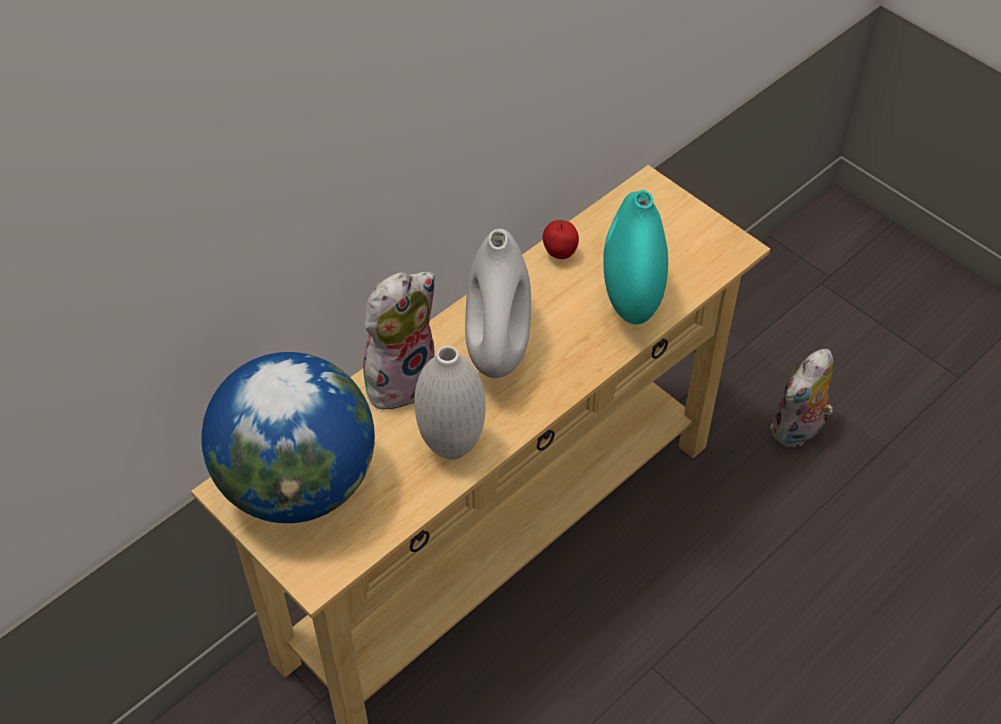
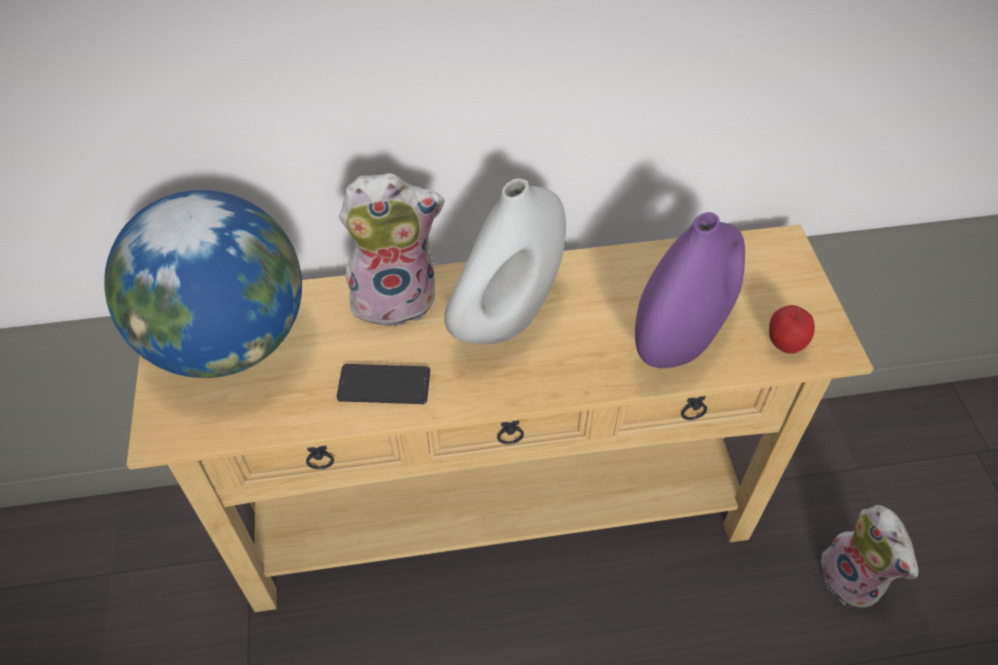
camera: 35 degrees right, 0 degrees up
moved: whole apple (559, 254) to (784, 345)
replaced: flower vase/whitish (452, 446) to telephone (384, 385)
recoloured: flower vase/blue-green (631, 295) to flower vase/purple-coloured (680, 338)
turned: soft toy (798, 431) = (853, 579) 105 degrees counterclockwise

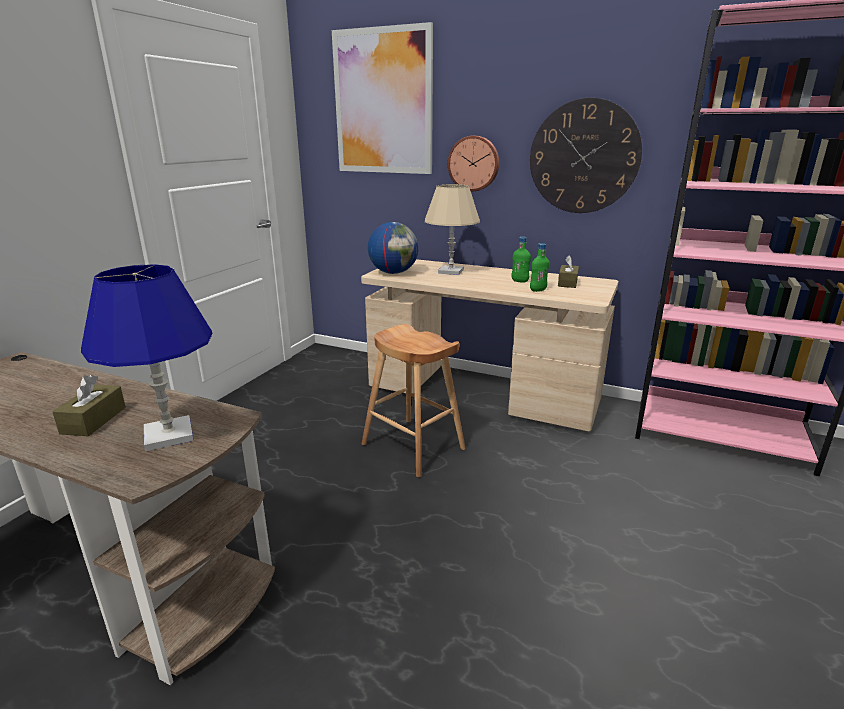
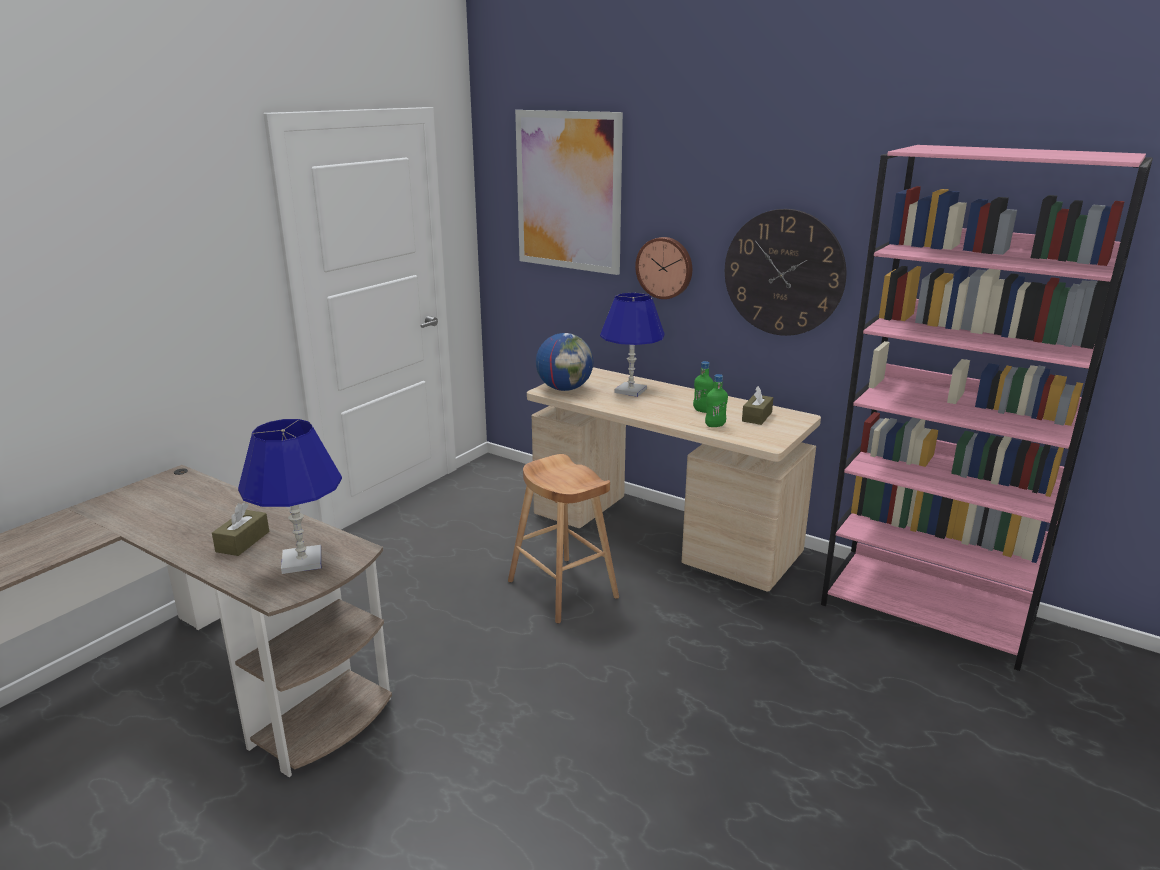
camera: 10 degrees right, 0 degrees up
recoloured: tabletop lamp/sand-coloured (450, 271) to tabletop lamp/blue (630, 391)

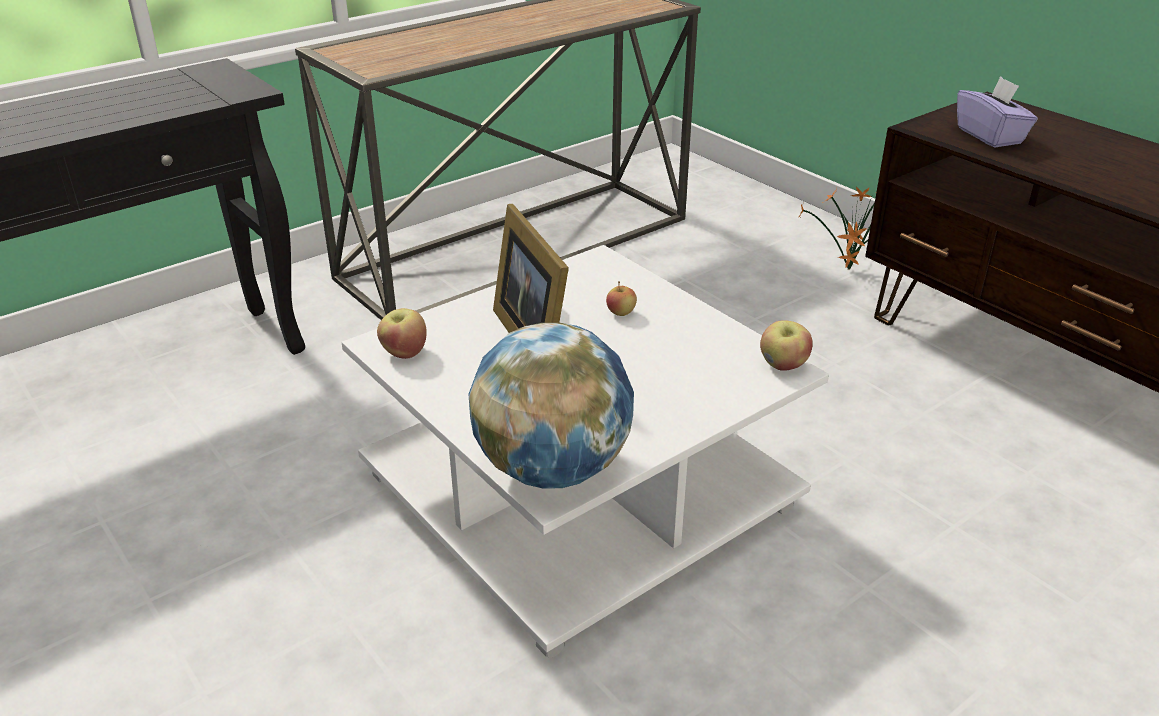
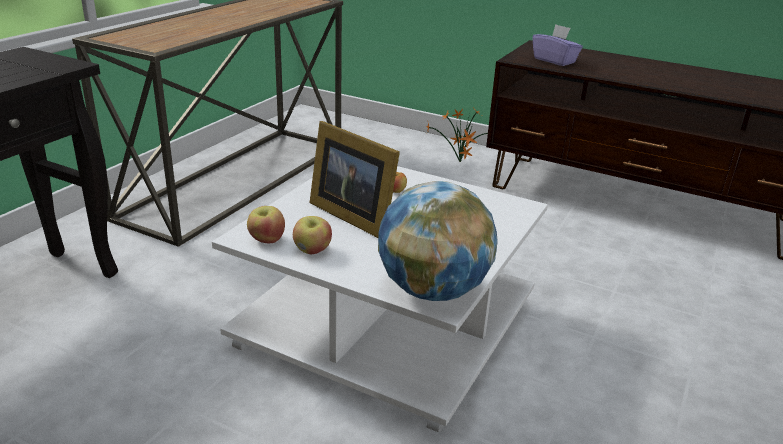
camera: 25 degrees left, 5 degrees down
moved: whole apple (783, 365) to (312, 250)

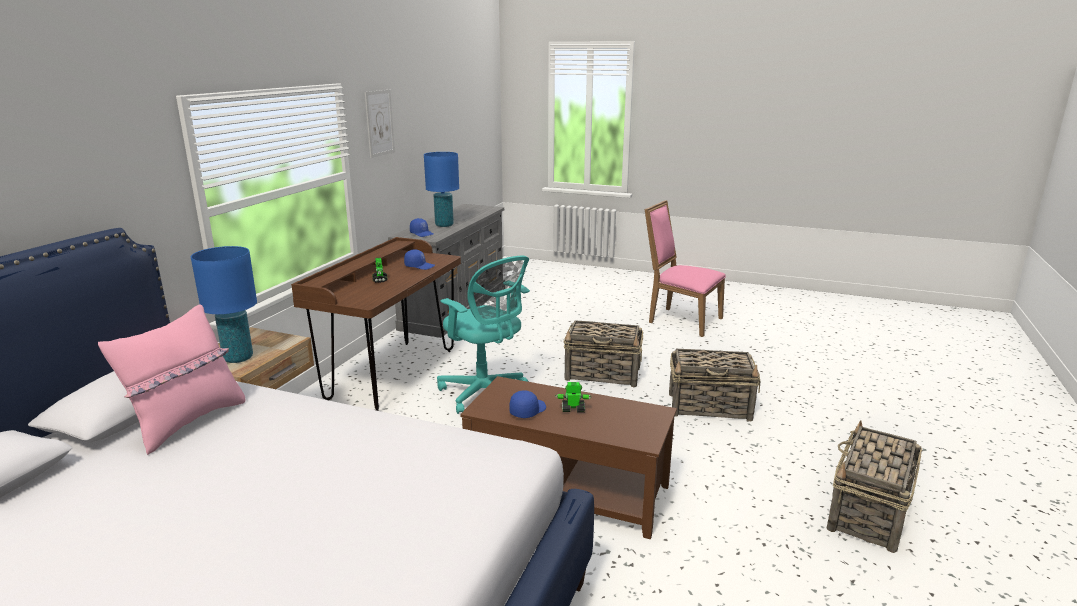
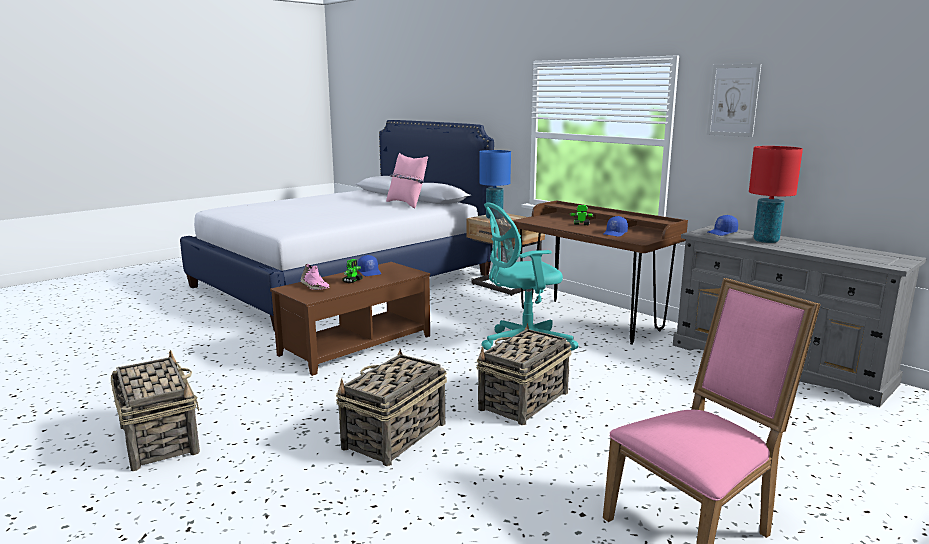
camera: 115 degrees right, 5 degrees down
added: item of footwear/pinkish (314, 287)
recoloured: tabletop lamp/blue (444, 225) to tabletop lamp/reddish (766, 241)

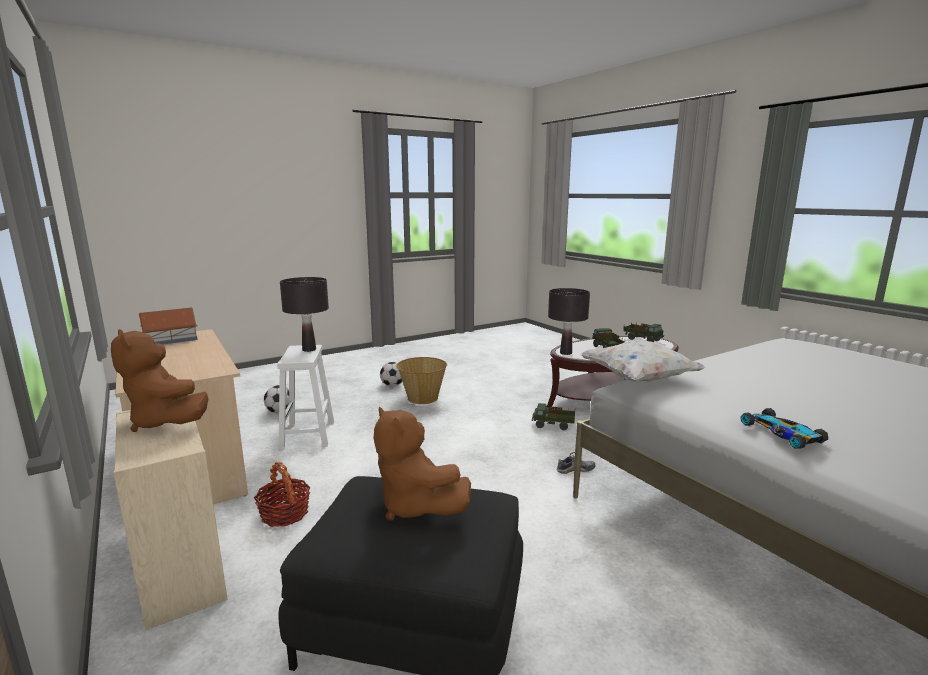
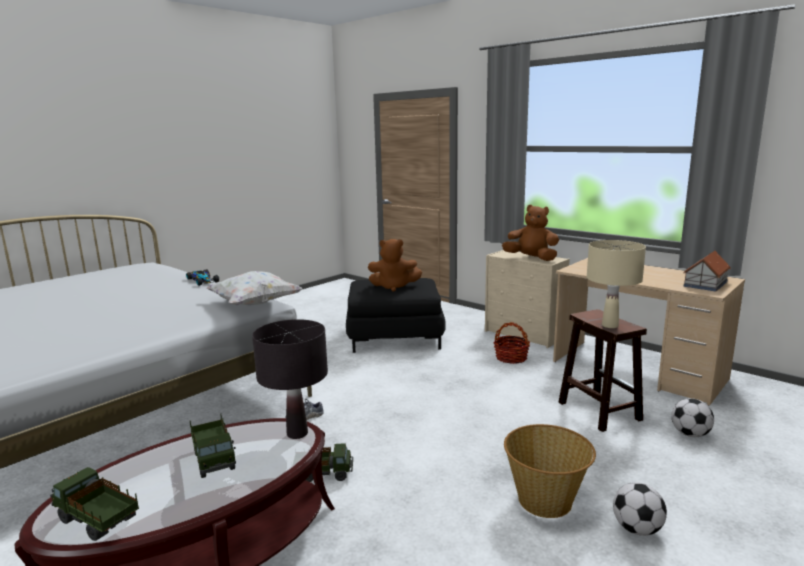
camera: 165 degrees right, 0 degrees up
recoloured: tabletop lamp/black-coloured (309, 349) to tabletop lamp/sand-coloured (609, 325); stool/whitish (308, 435) to stool/brownish (598, 410)
turned: soft toy/brownish (415, 506) = (394, 287) 150 degrees clockwise

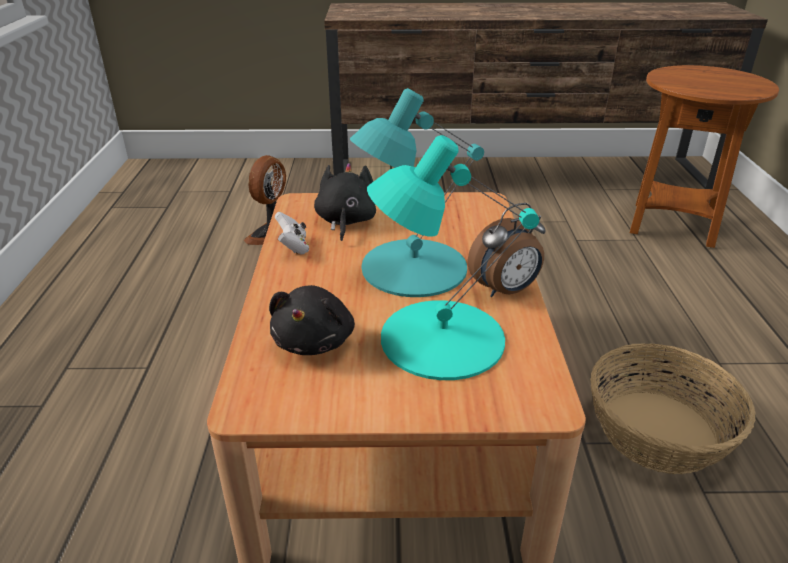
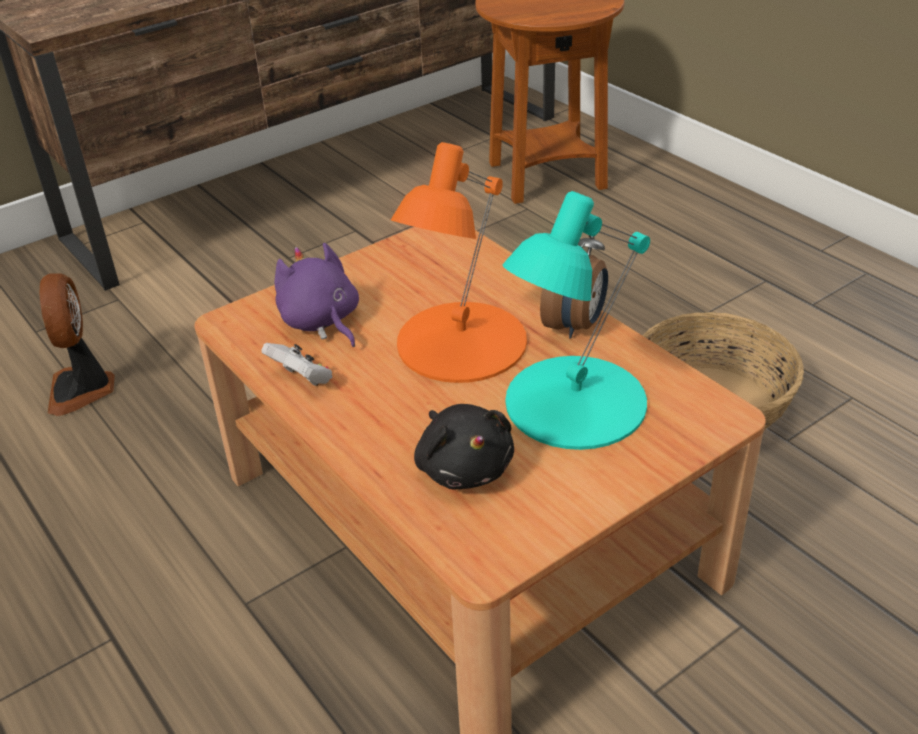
camera: 35 degrees left, 5 degrees up
recoloured: tabletop lamp/blue-green (412, 267) to tabletop lamp/orange (459, 343); soft toy/black-coloured (345, 221) to soft toy/purple-coloured (321, 322)

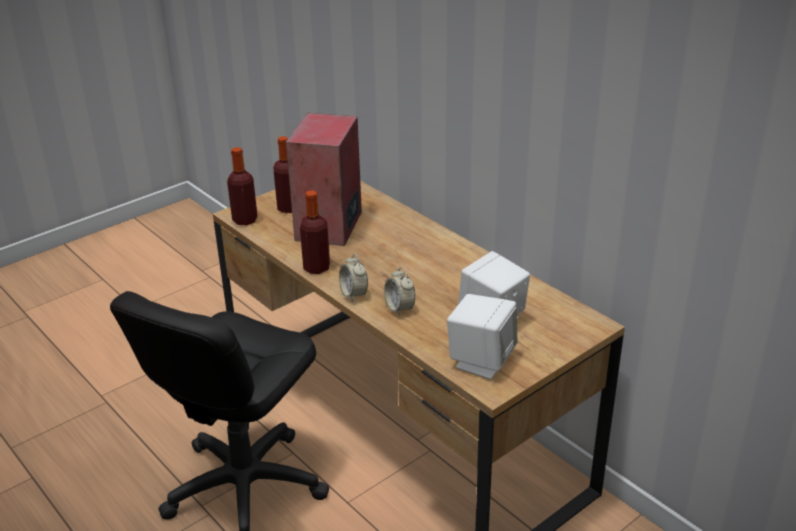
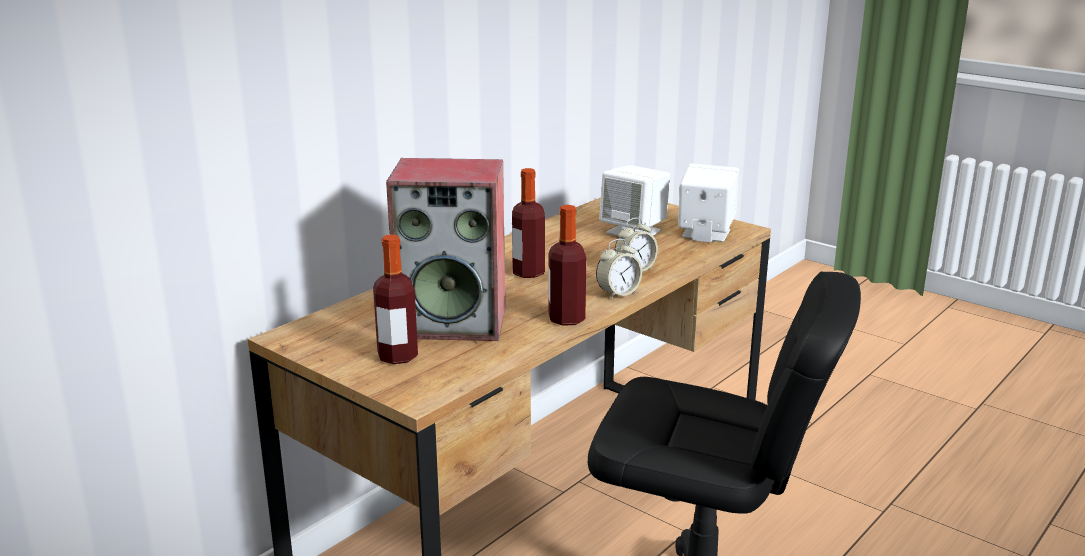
camera: 100 degrees left, 10 degrees down
moved: drink bottle (245, 220) to (528, 272)

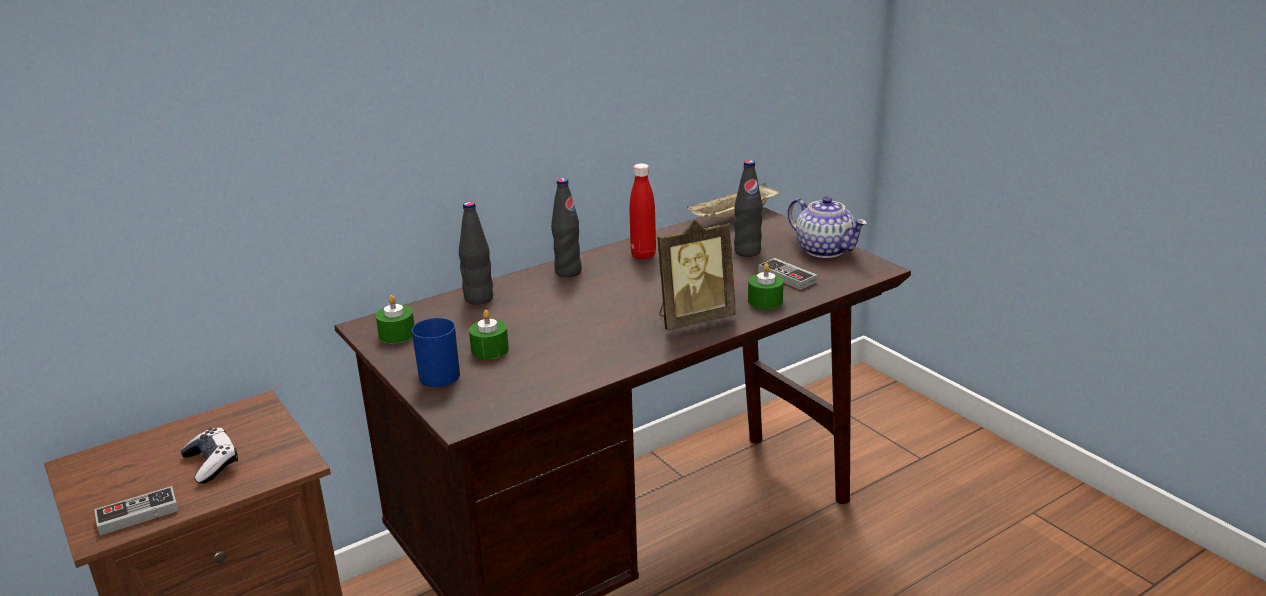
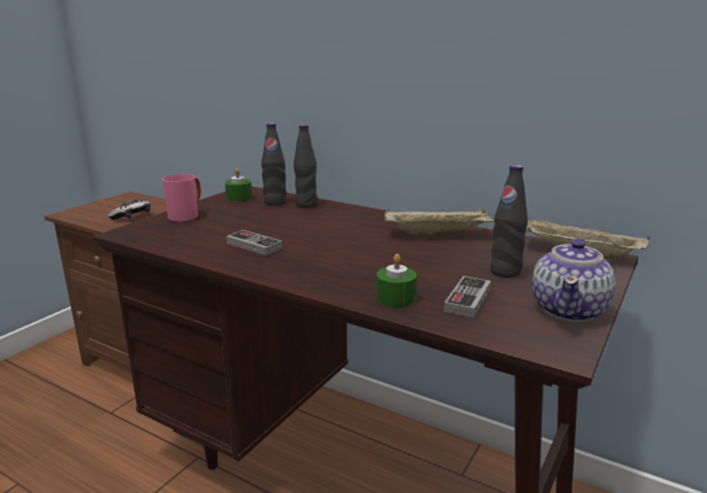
camera: 65 degrees right, 5 degrees down
removed: photo frame (693, 319); candle/green (490, 350)
moved: drink bottle/black-coloured (568, 272) to (275, 202); joypad (138, 514) to (254, 246)
replaced: drink bottle/reddish (643, 255) to carrying tray/sand-coloured (438, 235)
recoloured: mug/blue (435, 374) to mug/pinkish (187, 215)

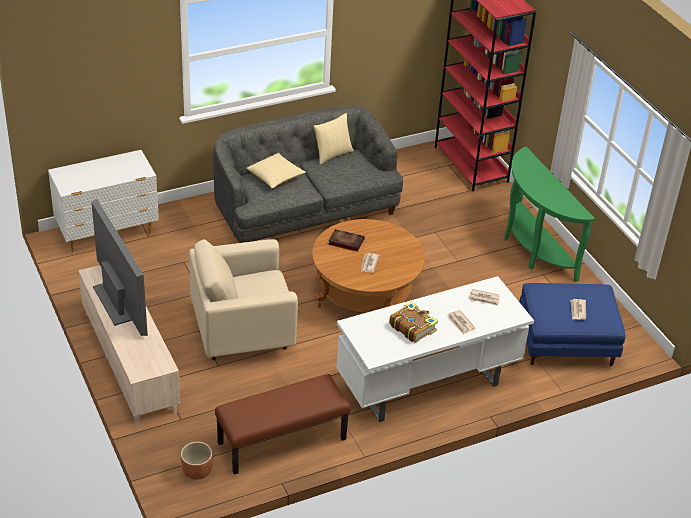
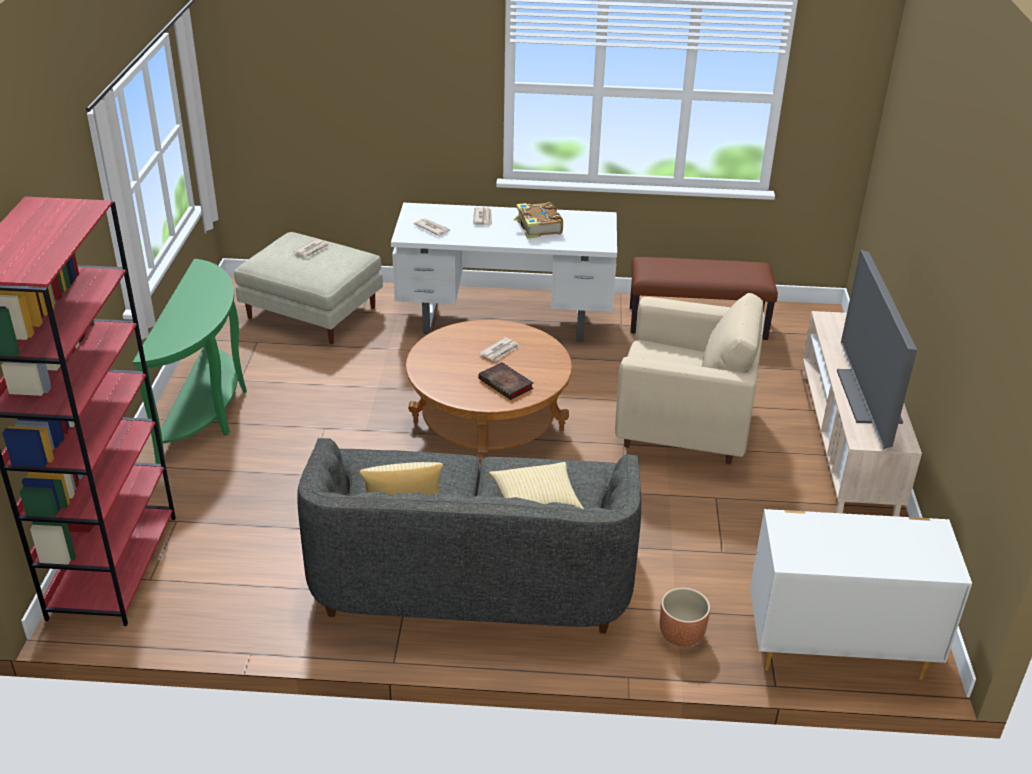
camera: 150 degrees left, 5 degrees down
moved: flower pot/brownish (197, 471) to (681, 635)
recoloured: ottoman/blue (565, 343) to ottoman/sand-coloured (314, 313)

